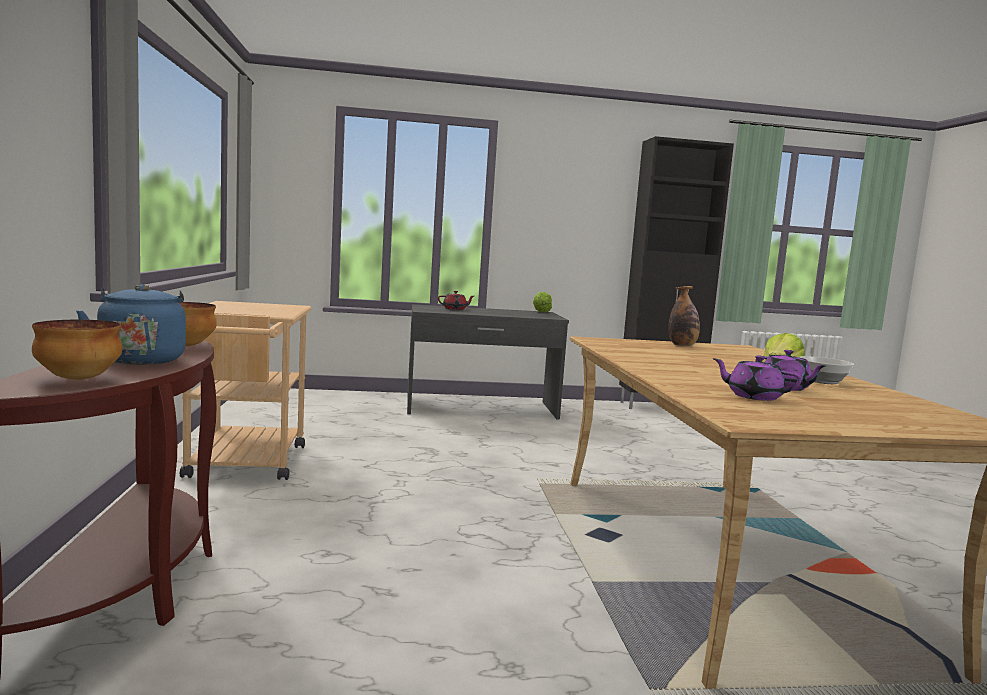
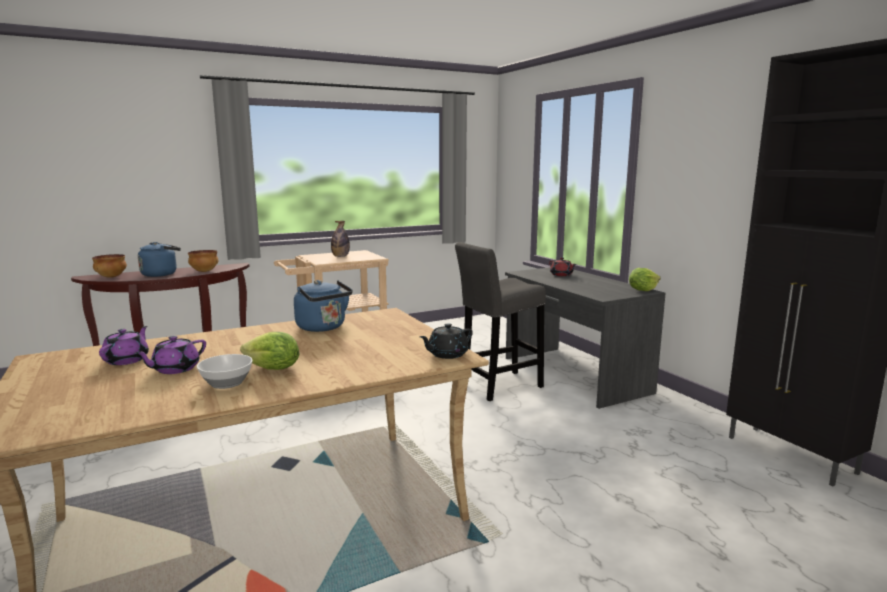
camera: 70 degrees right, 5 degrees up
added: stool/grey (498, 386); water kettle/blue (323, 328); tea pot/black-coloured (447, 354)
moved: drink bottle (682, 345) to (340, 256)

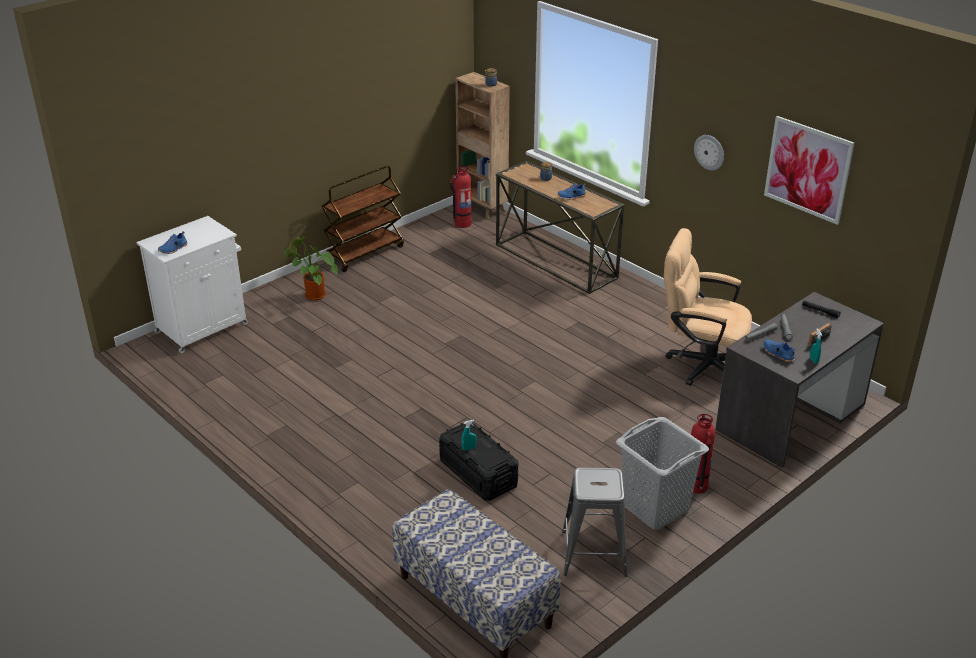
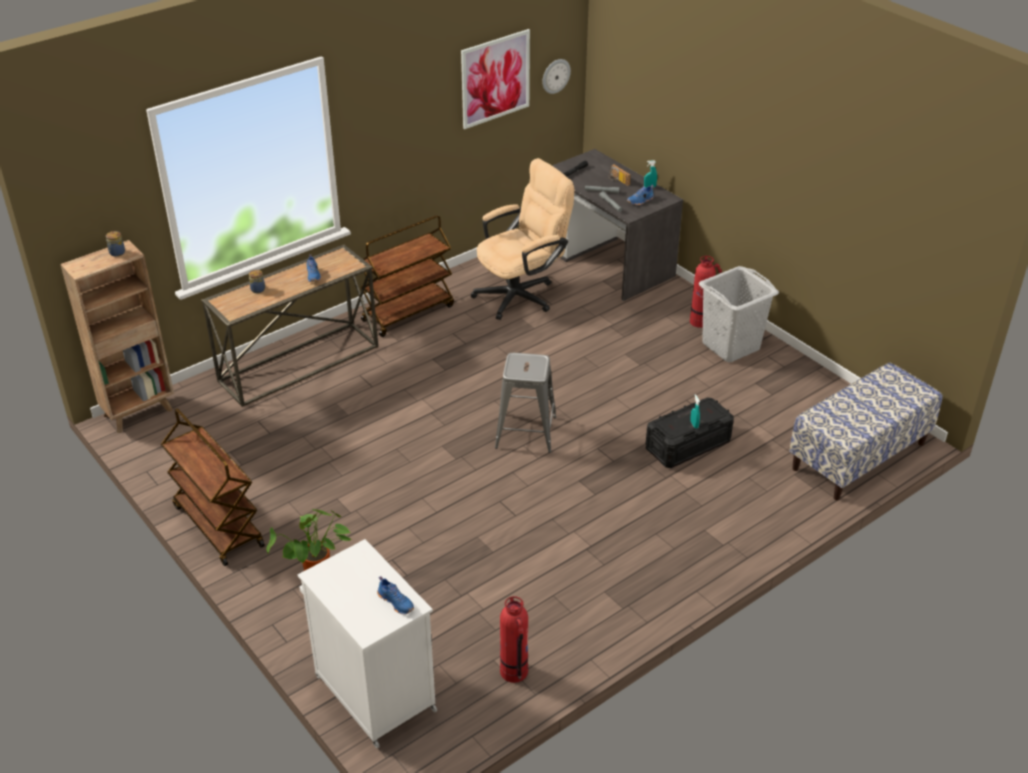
camera: 85 degrees left, 5 degrees up
added: trolley/brownish (408, 312)
moved: hanging clock (709, 152) to (555, 76); extinguisher (462, 223) to (514, 672); stool/grey (594, 553) to (525, 432)
turned: desk chair/sand-coloured (700, 364) = (522, 294) 150 degrees counterclockwise

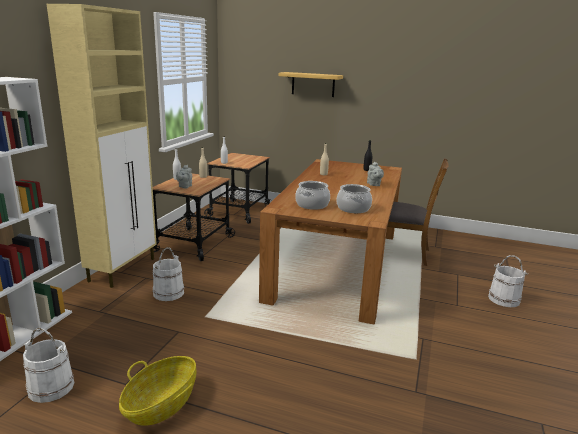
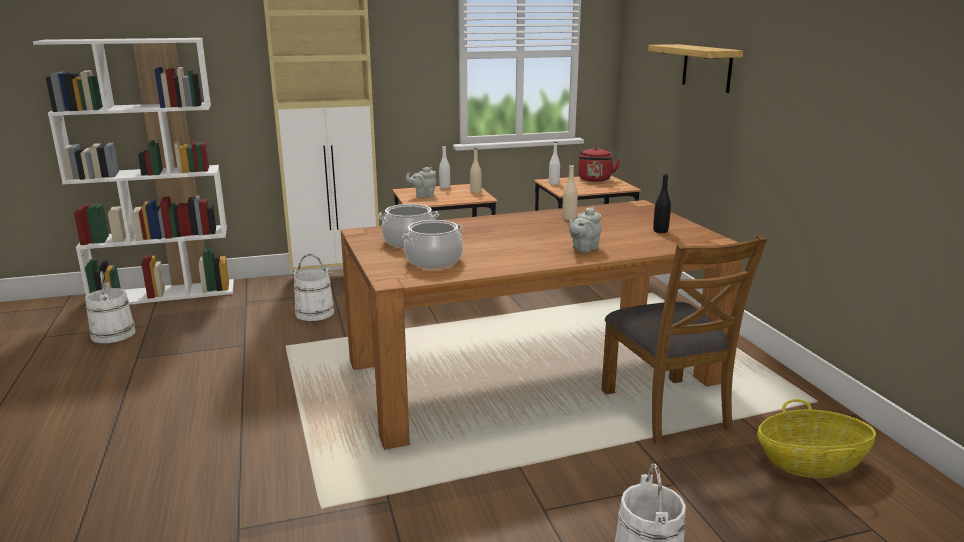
camera: 55 degrees right, 0 degrees up
added: water kettle/reddish (595, 180)
moved: basket (161, 405) to (810, 462)

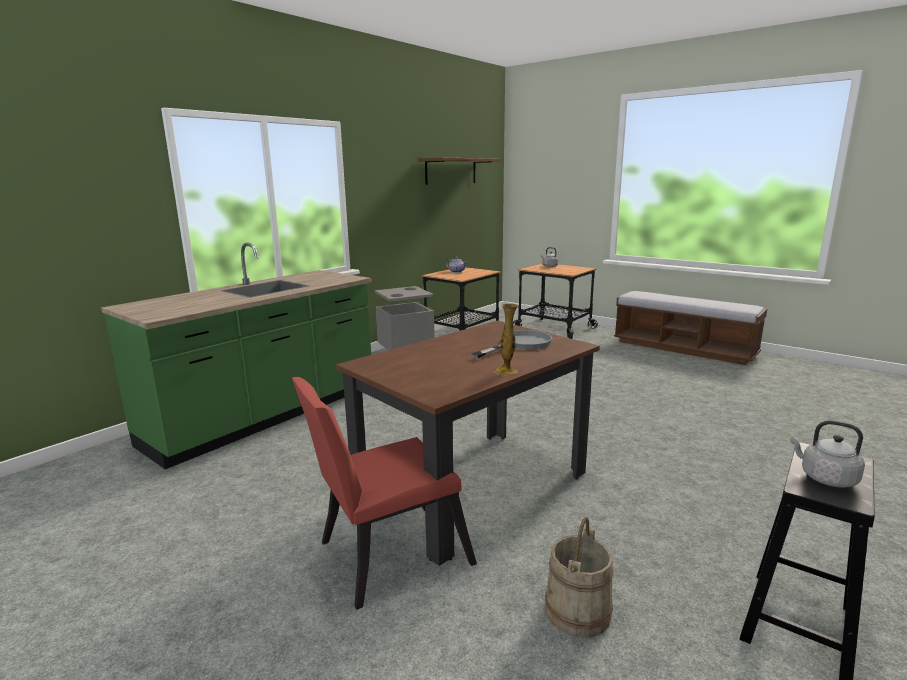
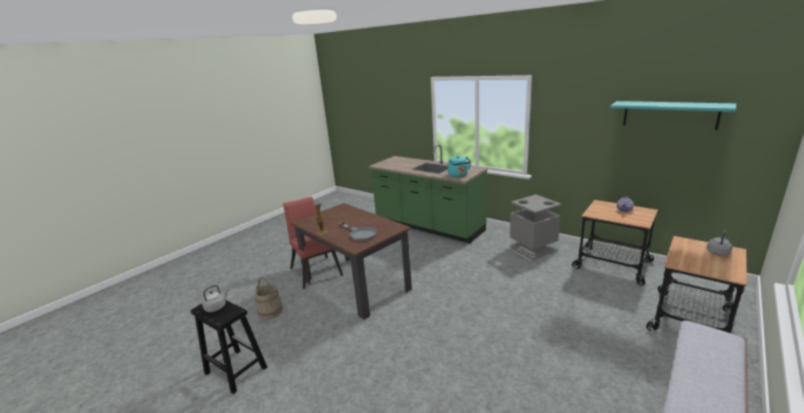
camera: 90 degrees right, 5 degrees up
added: water kettle/blue-green (458, 175)
recoloured: bracket shelf/brownish (451, 171) to bracket shelf/blue-green (669, 114)

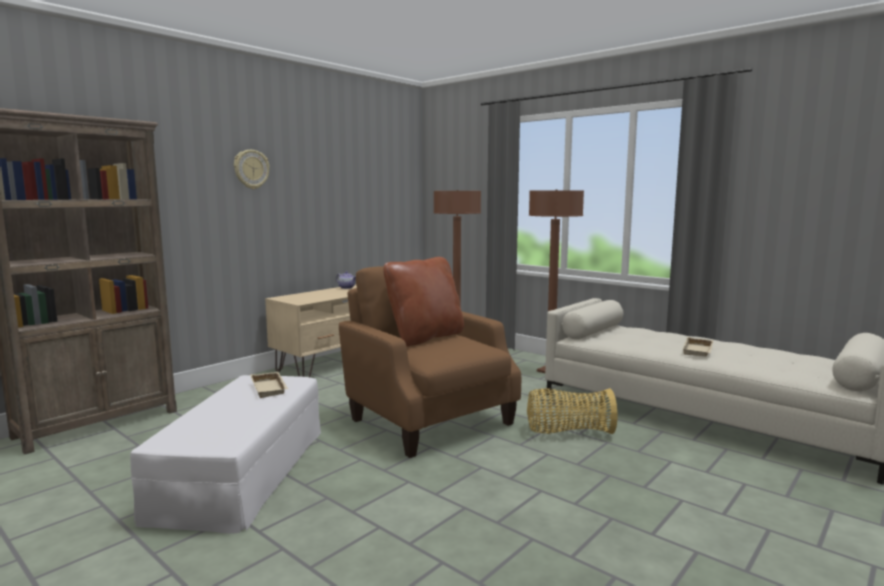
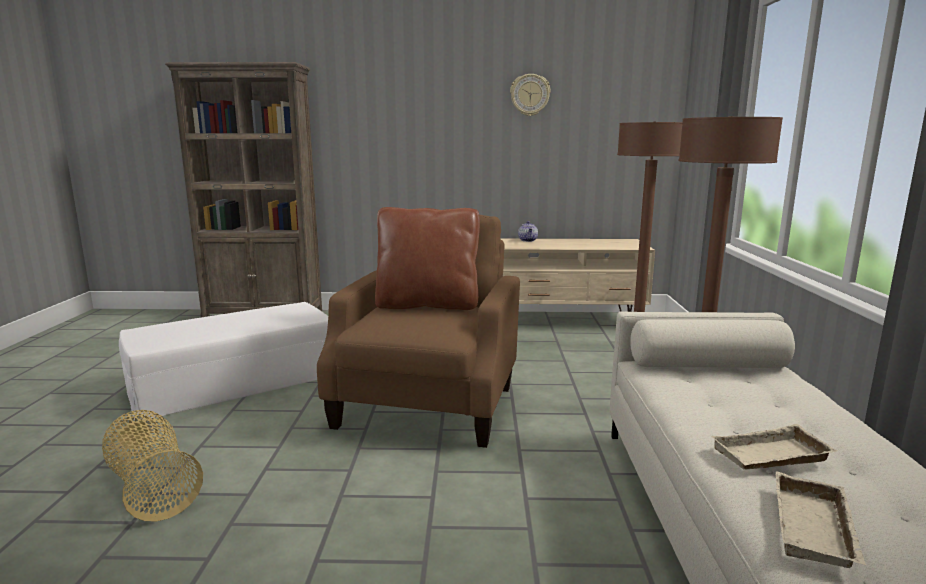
camera: 50 degrees right, 5 degrees up
moved: hanging clock (251, 169) to (530, 95); carrying tray/sand-coloured (270, 388) to (817, 529); basket (568, 432) to (153, 488)

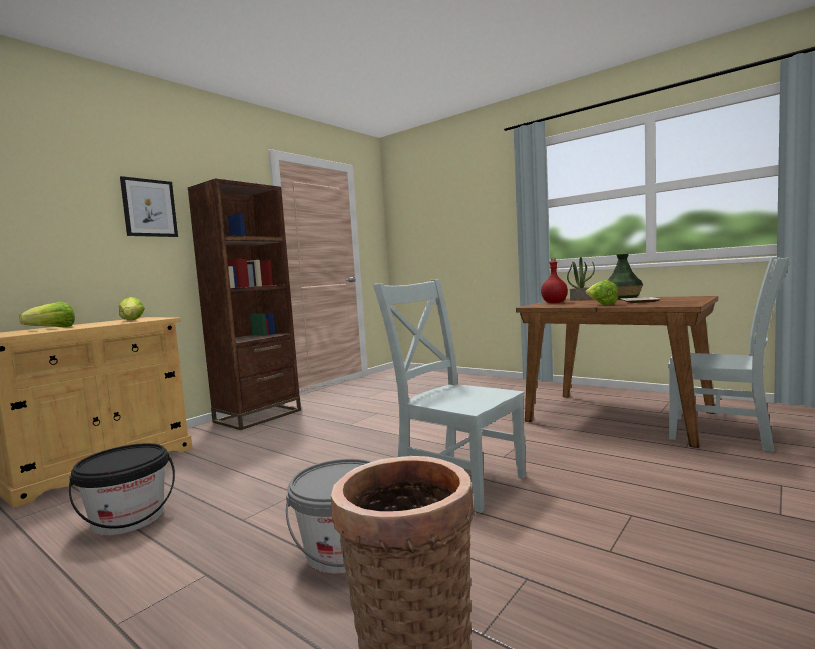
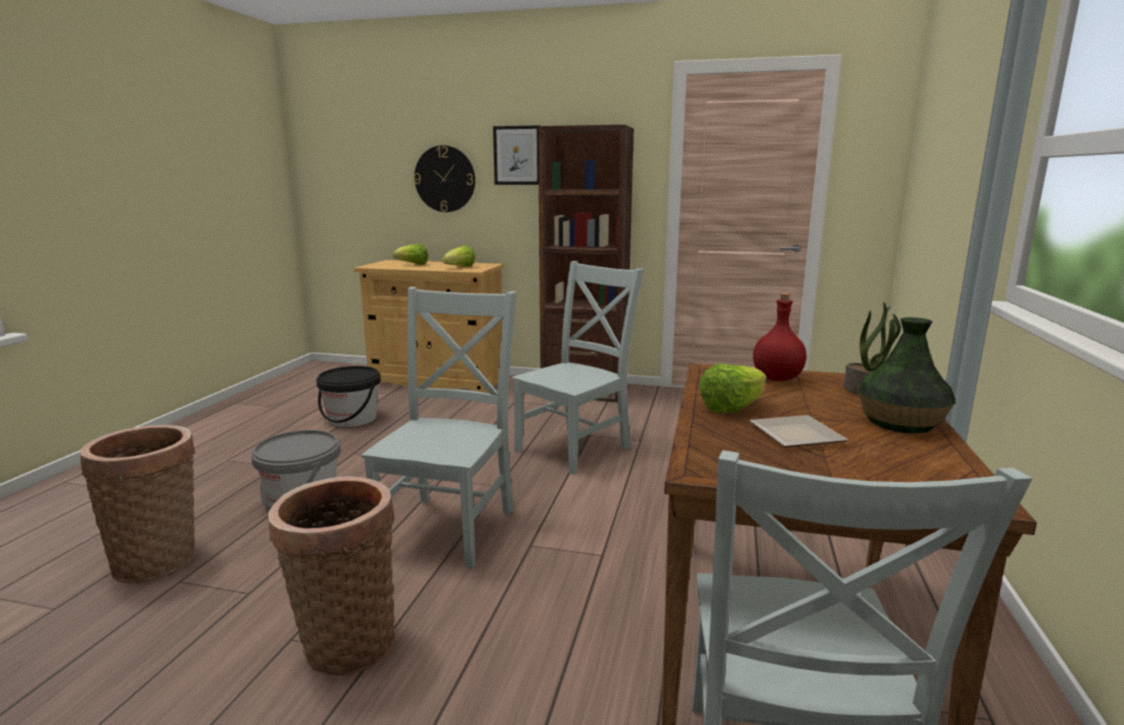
camera: 65 degrees right, 10 degrees up
added: hanging clock (445, 179); chair/grey (576, 448); basket (345, 641)

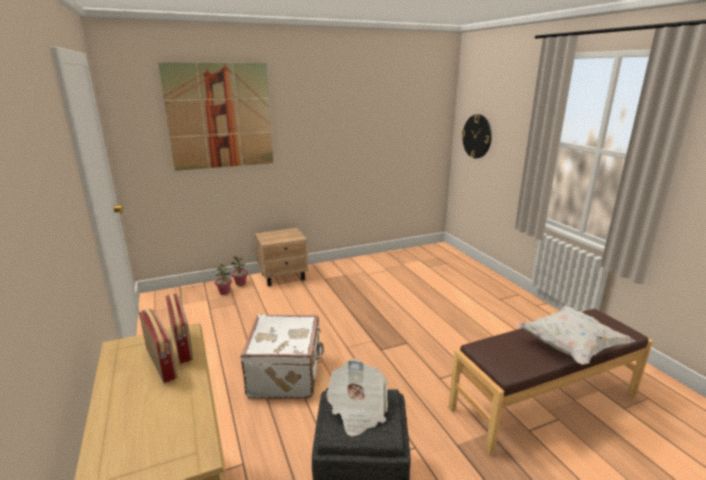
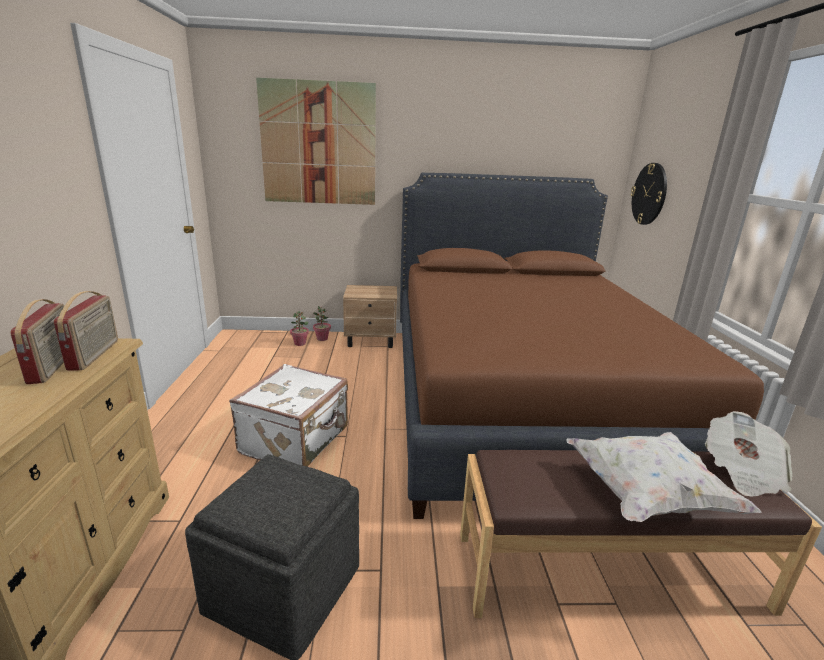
camera: 20 degrees right, 0 degrees up
added: sleeping bed/brownish (521, 398)
moved: daily paper (357, 410) to (742, 472)

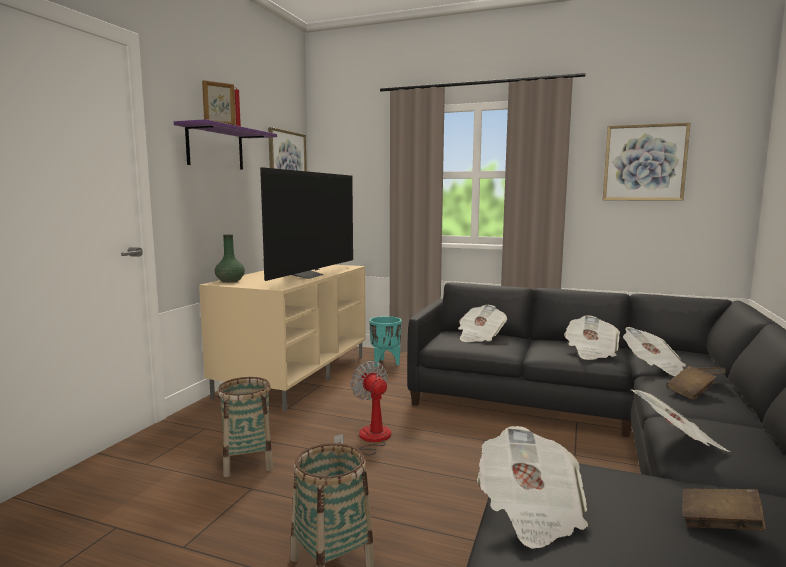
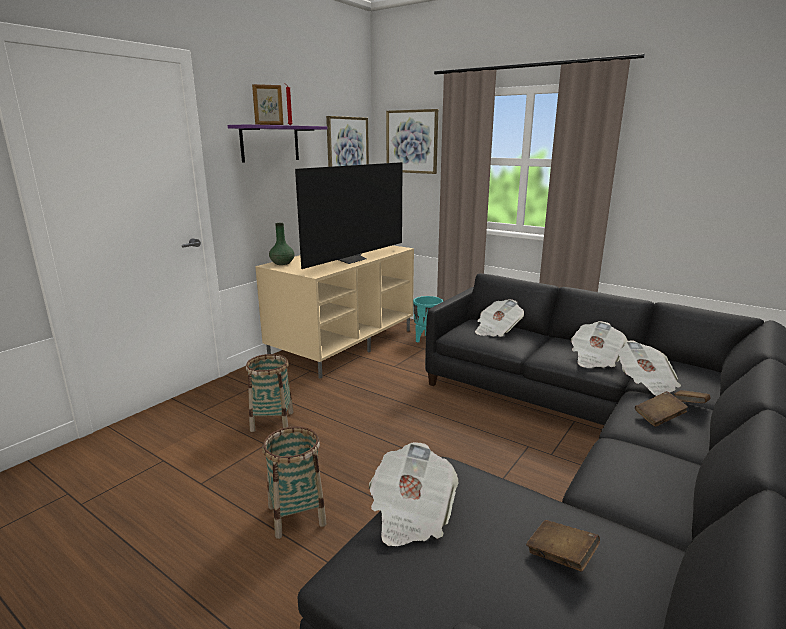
camera: 15 degrees right, 10 degrees up
removed: cooling fan (369, 440); daily paper (676, 441)
moved: wall picture (644, 162) to (412, 141)

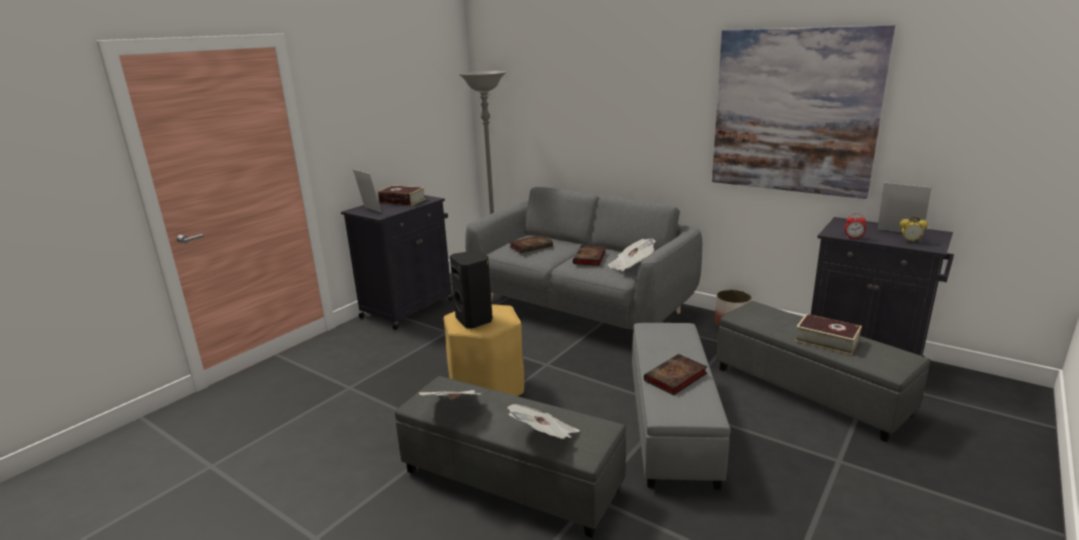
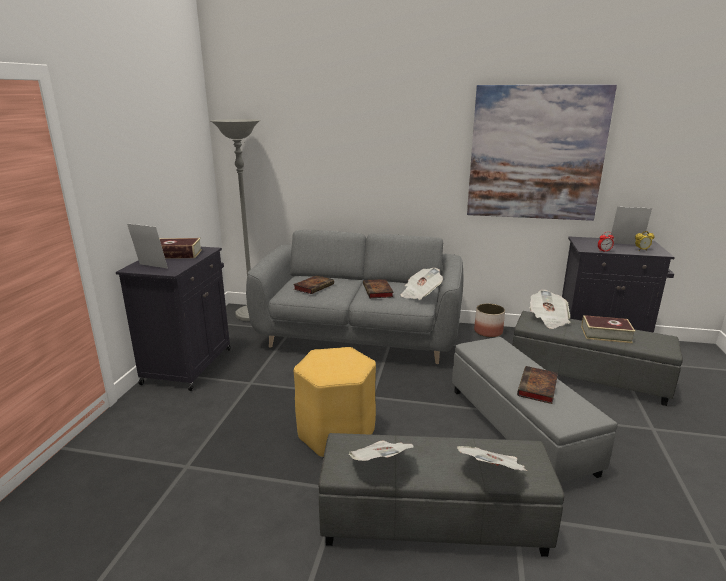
camera: 25 degrees left, 0 degrees up
removed: loudspeaker/black-coloured (475, 320)
added: daily paper (548, 319)

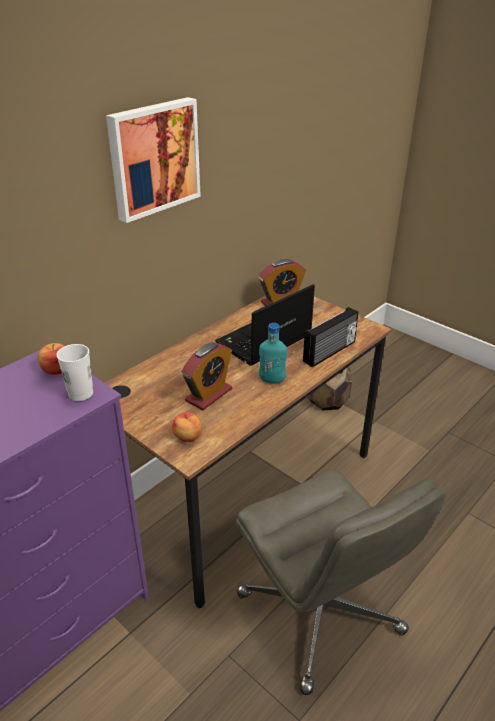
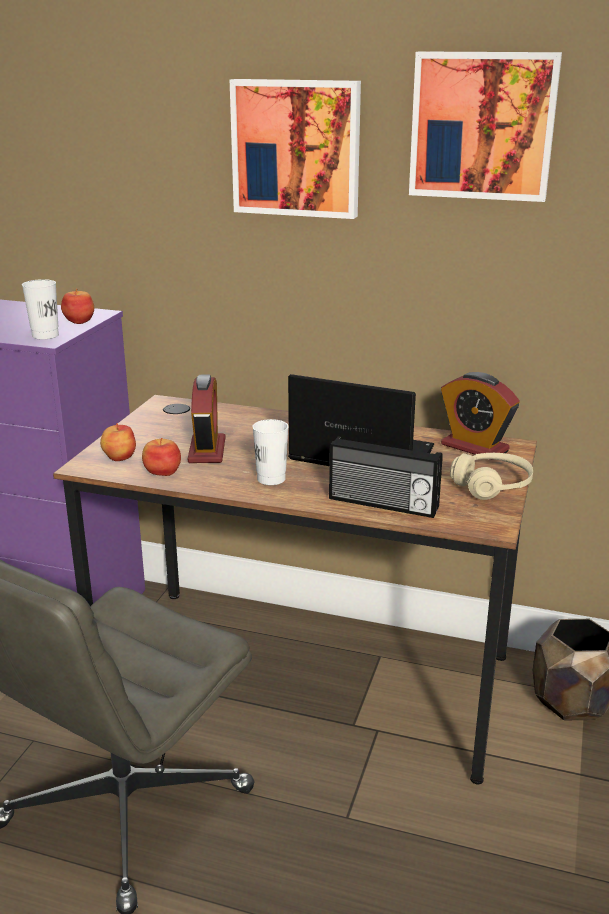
camera: 65 degrees right, 10 degrees down
added: wall picture (483, 126); whole apple (162, 471); headset/sand-coloured (491, 485)
replaced: drink bottle/blue-green (272, 380) to small cup/whitish (271, 479)
turned: alarm clock (208, 395) = (207, 450) 105 degrees counterclockwise

